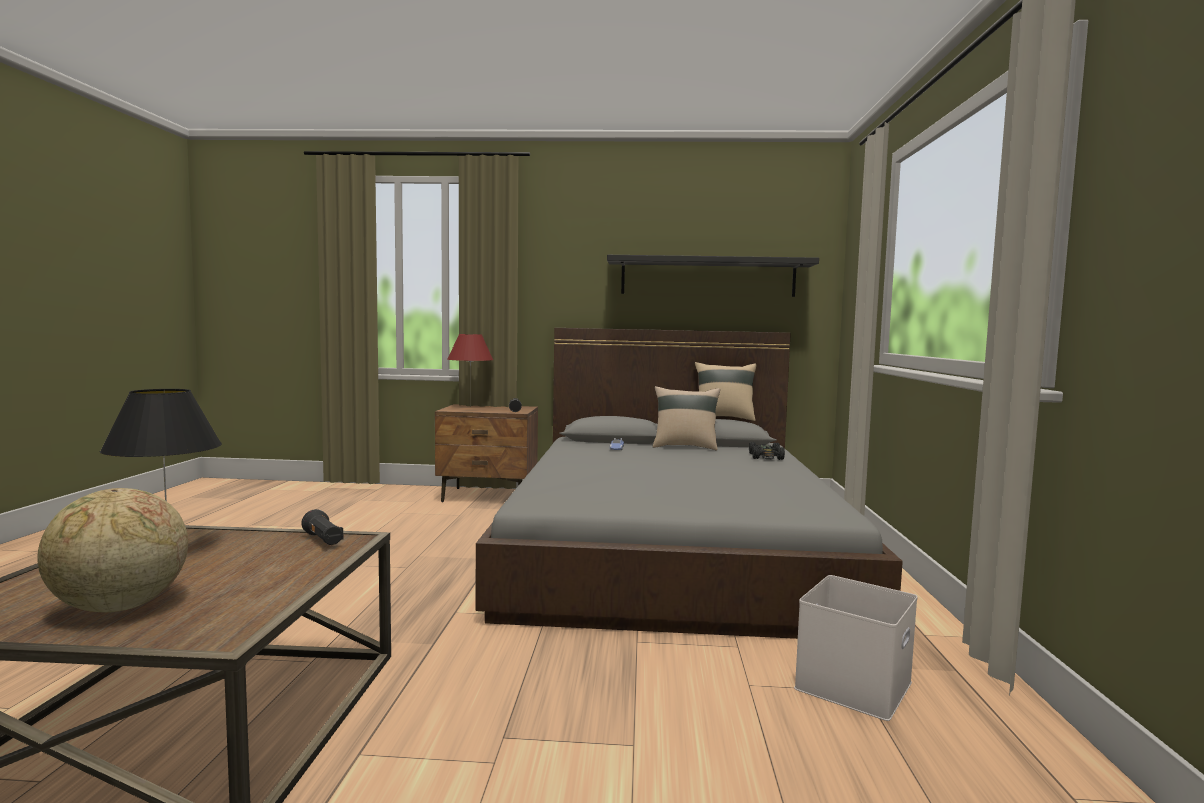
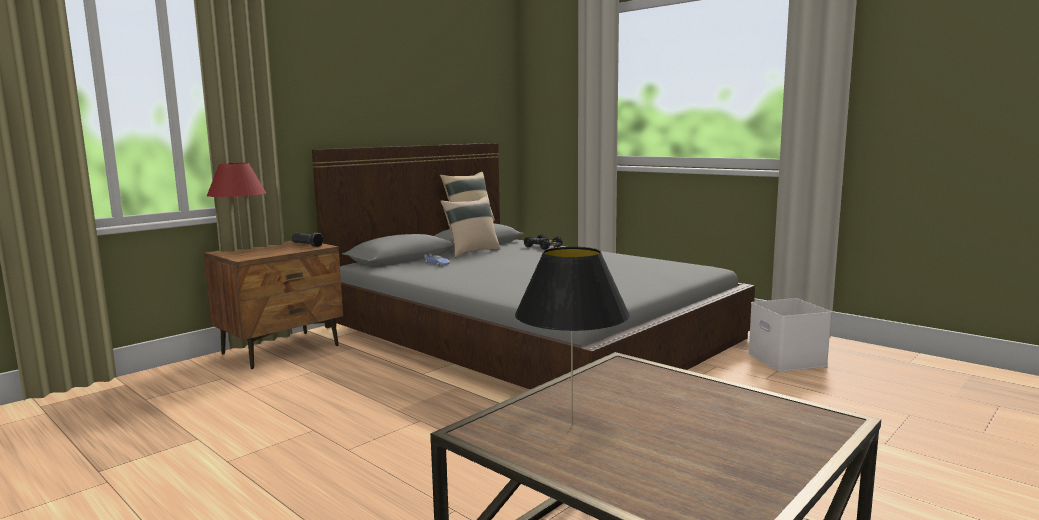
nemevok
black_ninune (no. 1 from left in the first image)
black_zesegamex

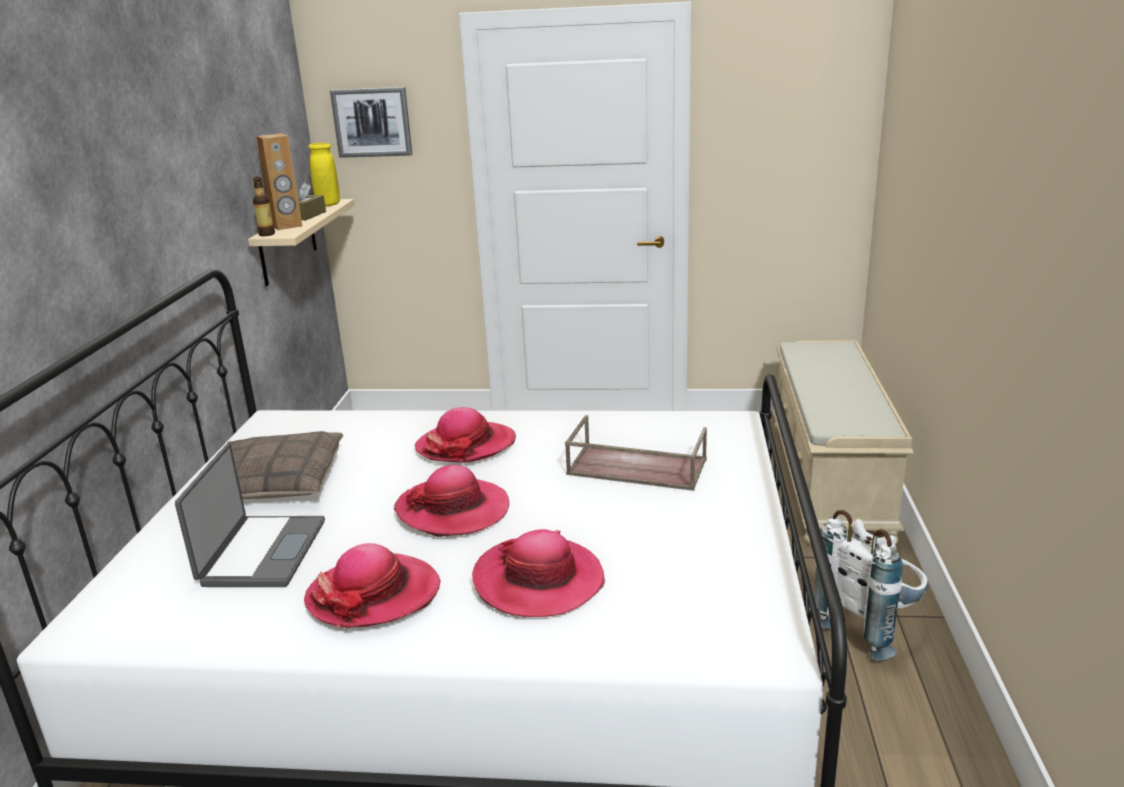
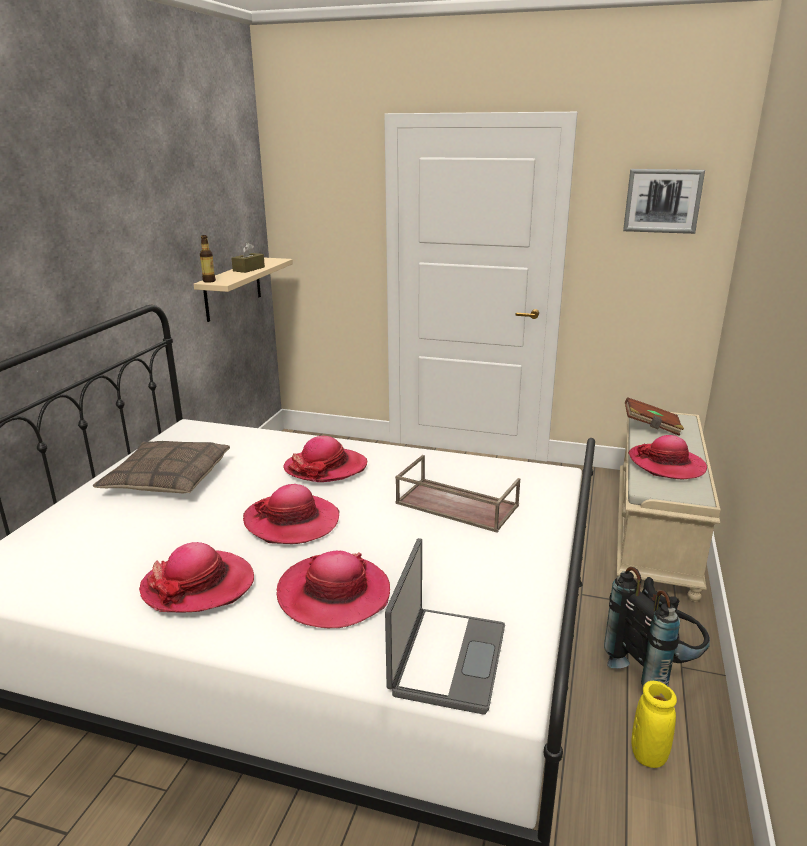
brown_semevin
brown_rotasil
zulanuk (no. 5 from left)
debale
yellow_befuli
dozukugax
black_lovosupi

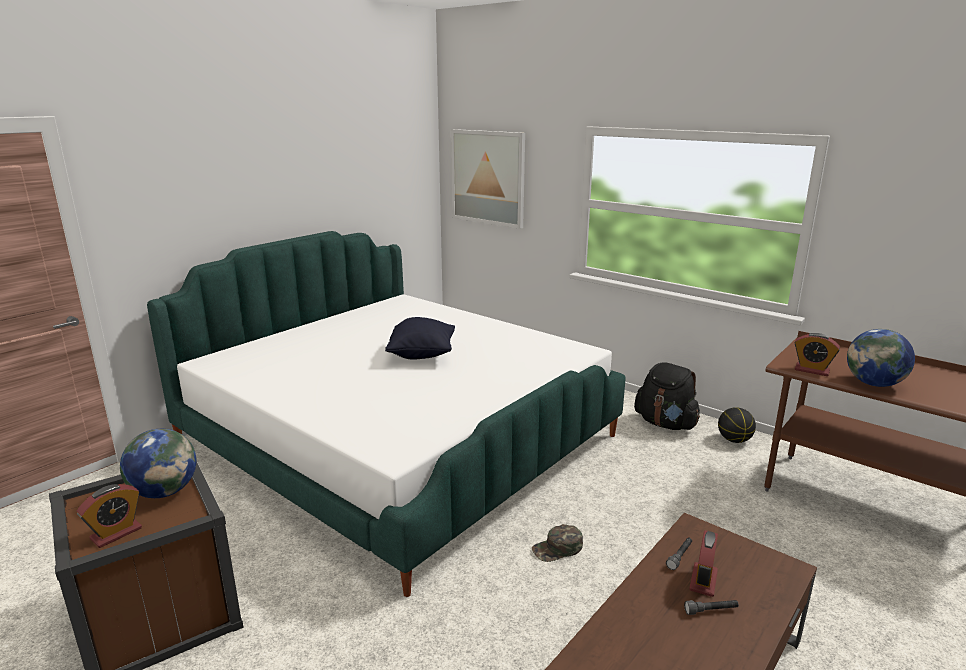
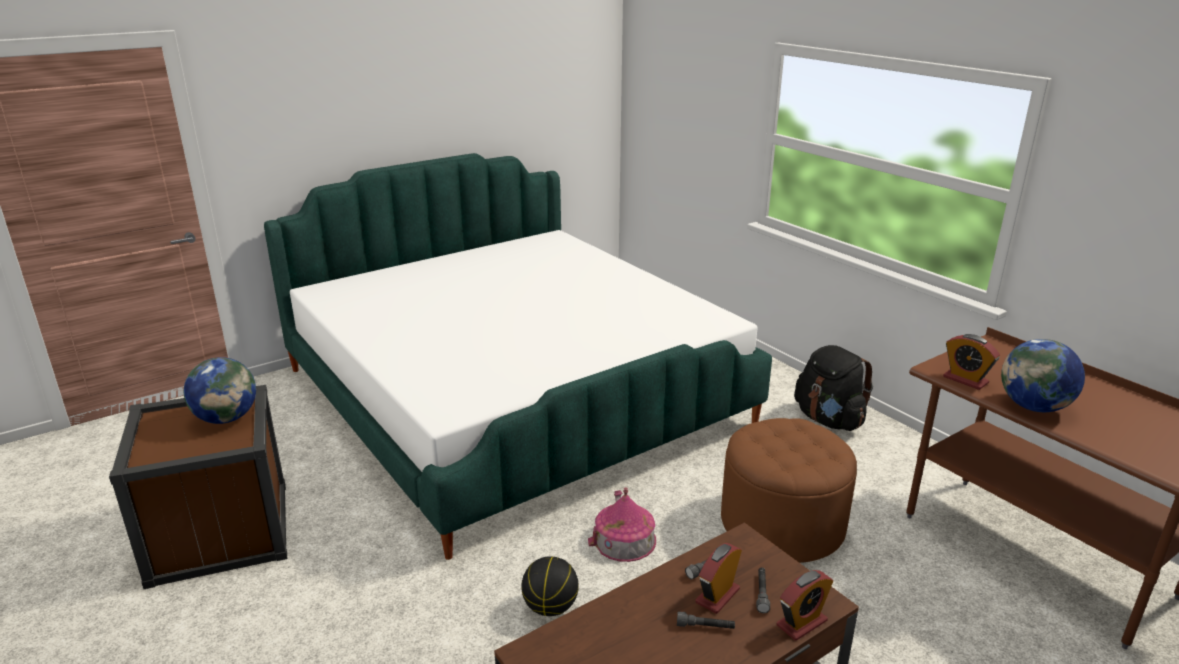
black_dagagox
dozukugax
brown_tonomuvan
grey_ninune (no. 3 from left)
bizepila (no. 2 from left)
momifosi
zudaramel

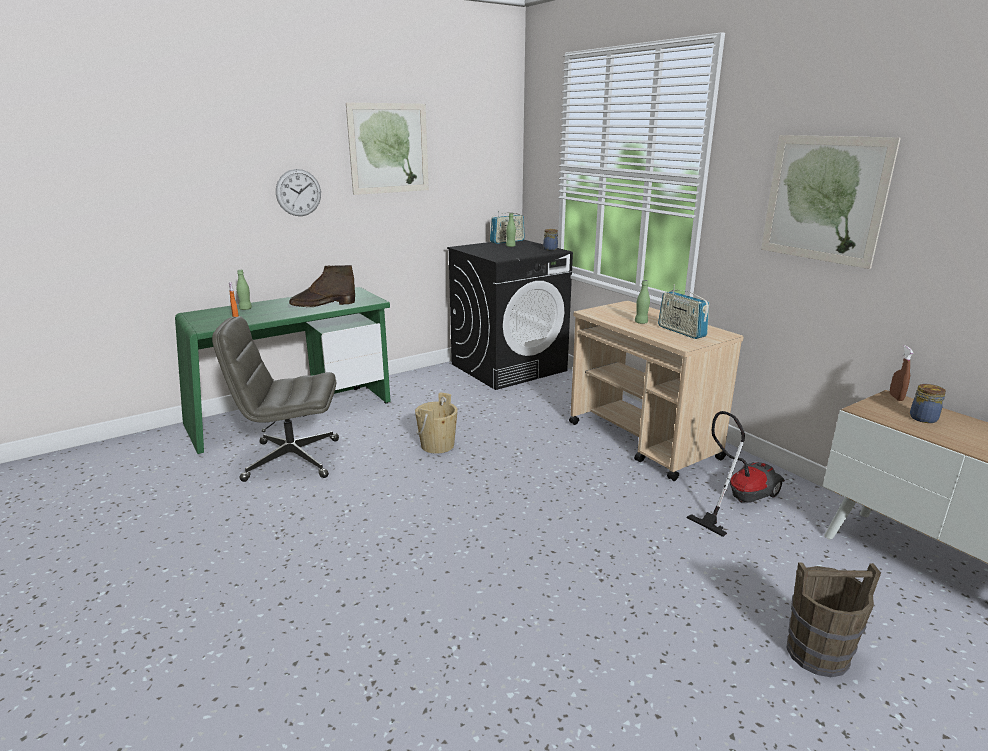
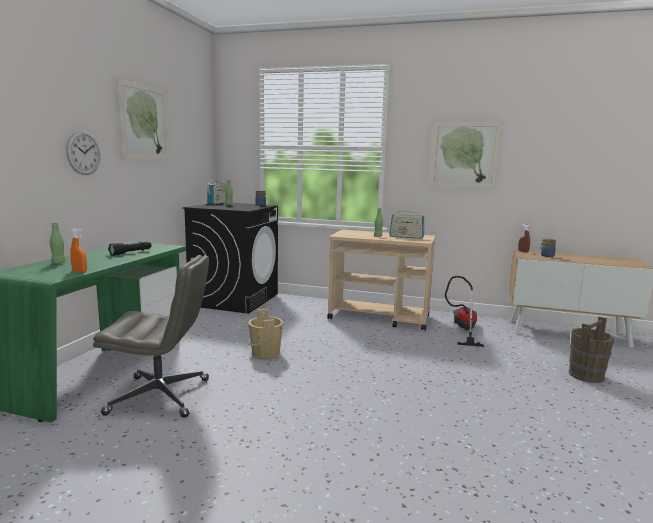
black_ninune
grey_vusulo

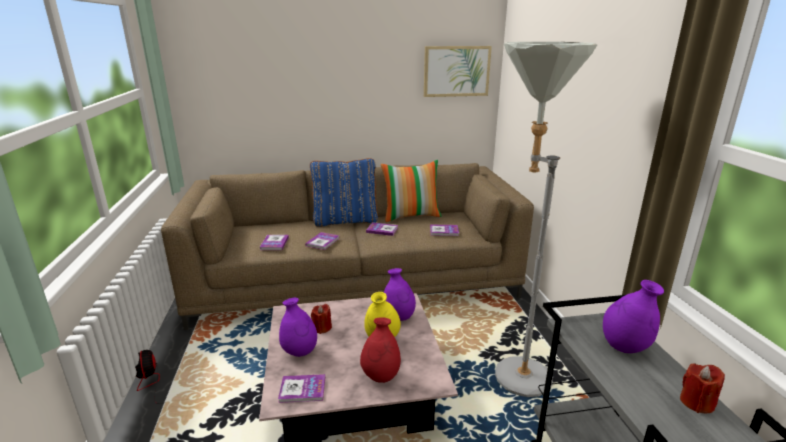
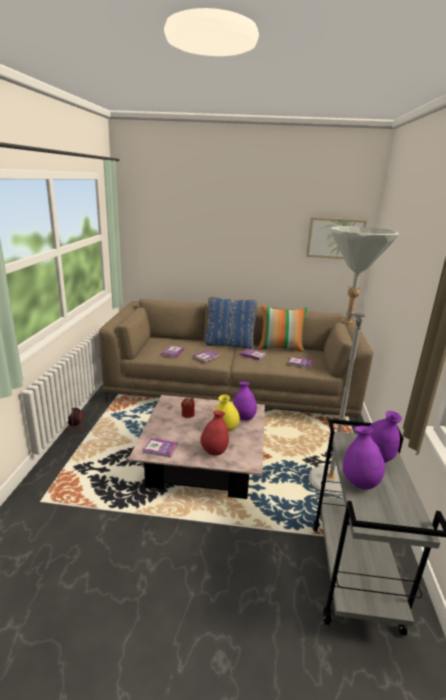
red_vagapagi (no. 2 from left in the first image)
purple_befuli (no. 2 from left)

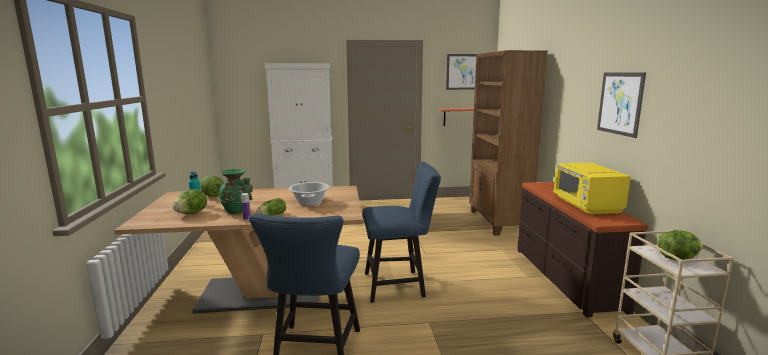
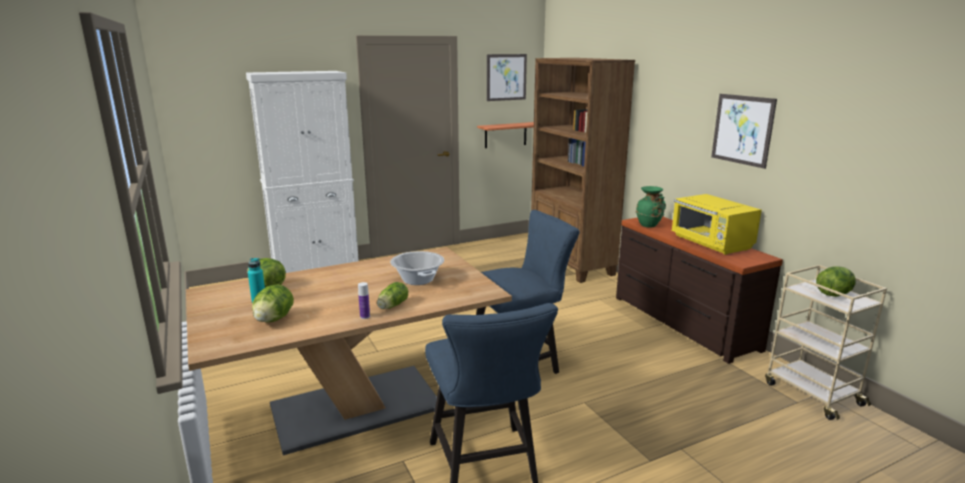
green_befuli

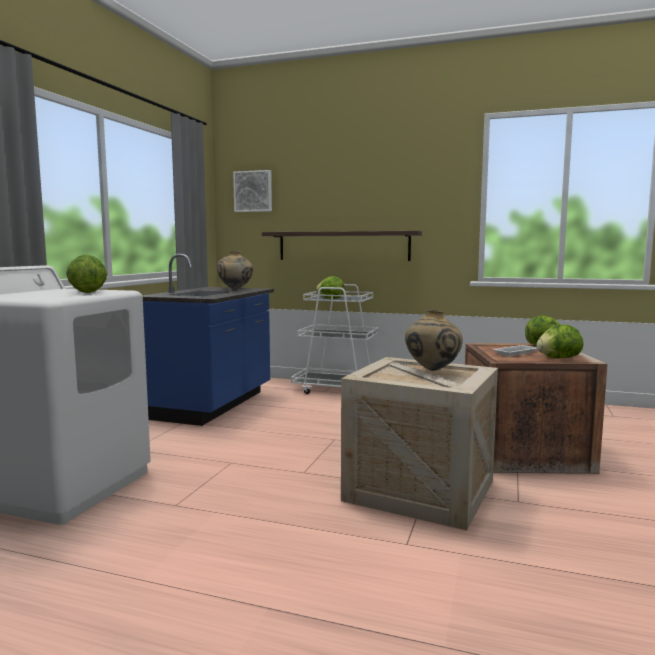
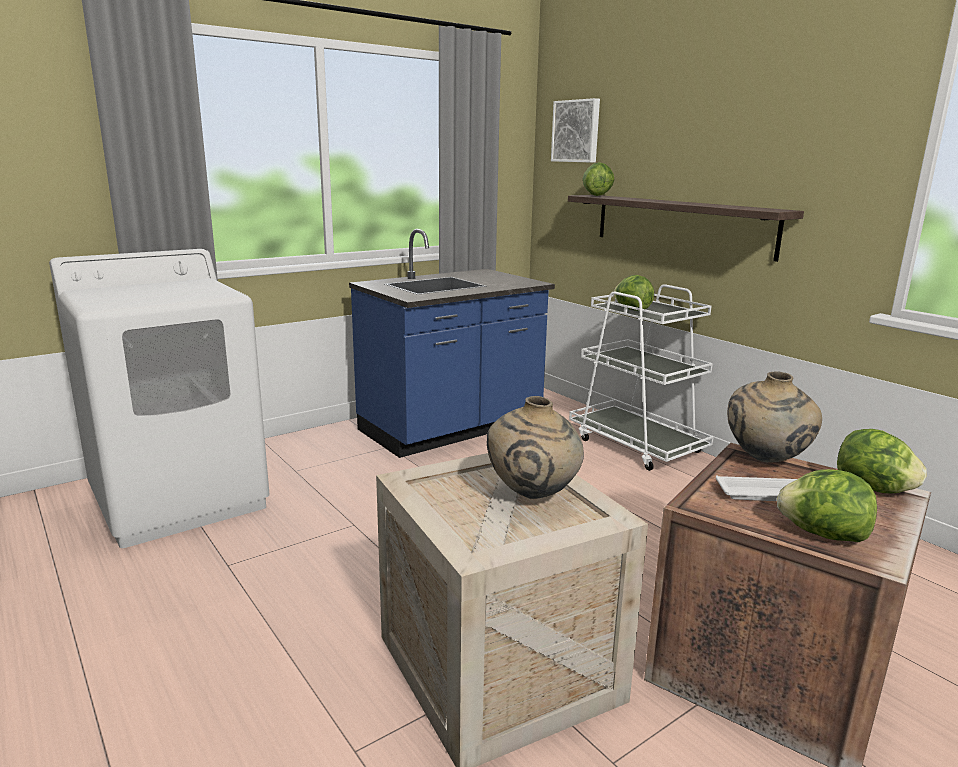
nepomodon (no. 1 from left)
beige_befuli (no. 2 from left)

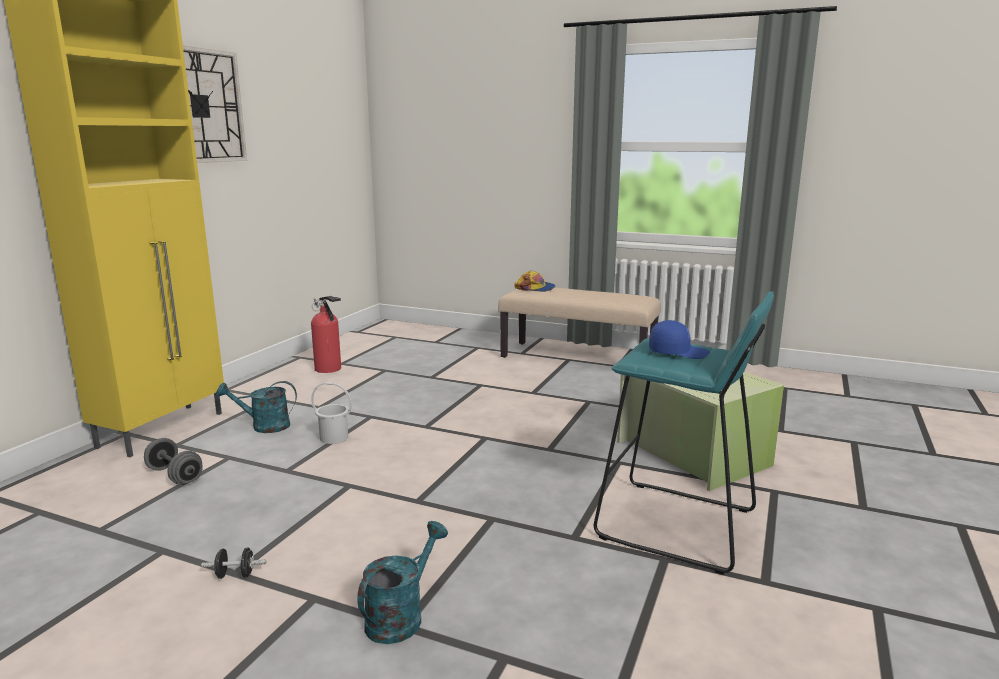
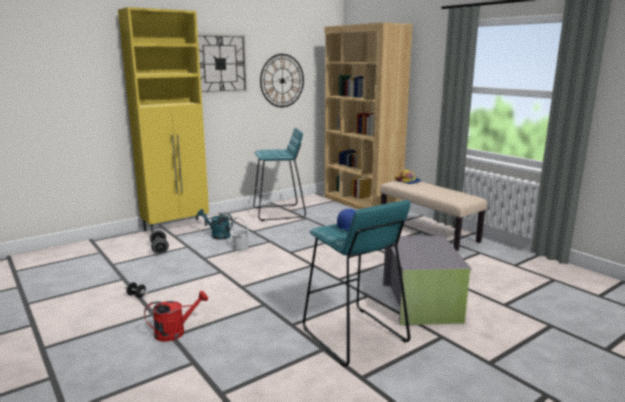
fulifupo (no. 2 from left)
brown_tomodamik
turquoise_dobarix (no. 1 from left)
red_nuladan
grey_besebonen

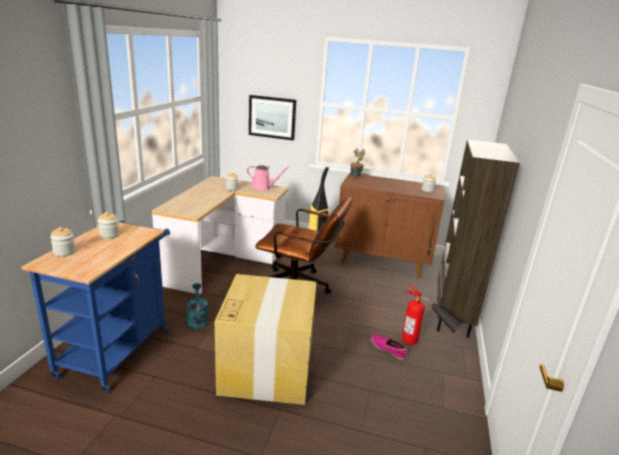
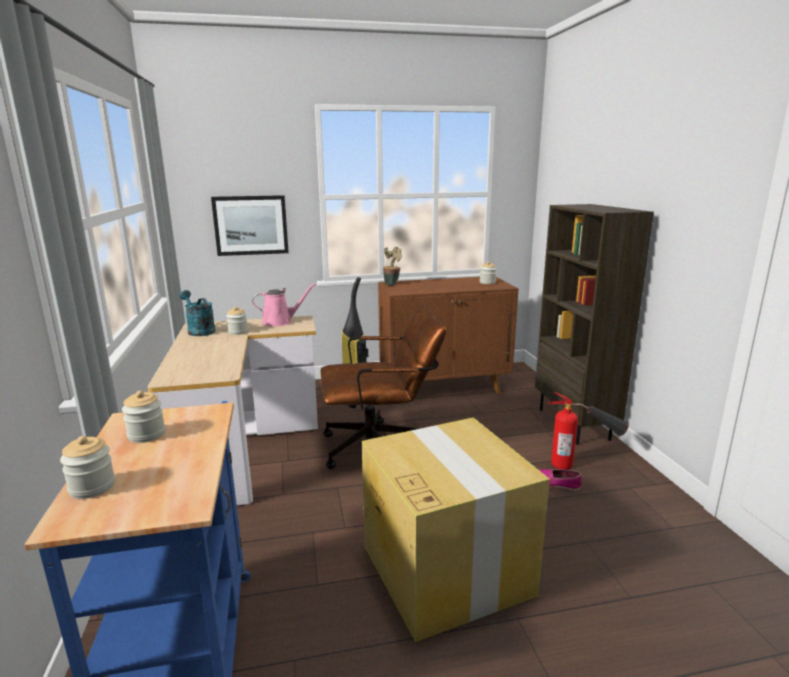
turquoise_nuladan

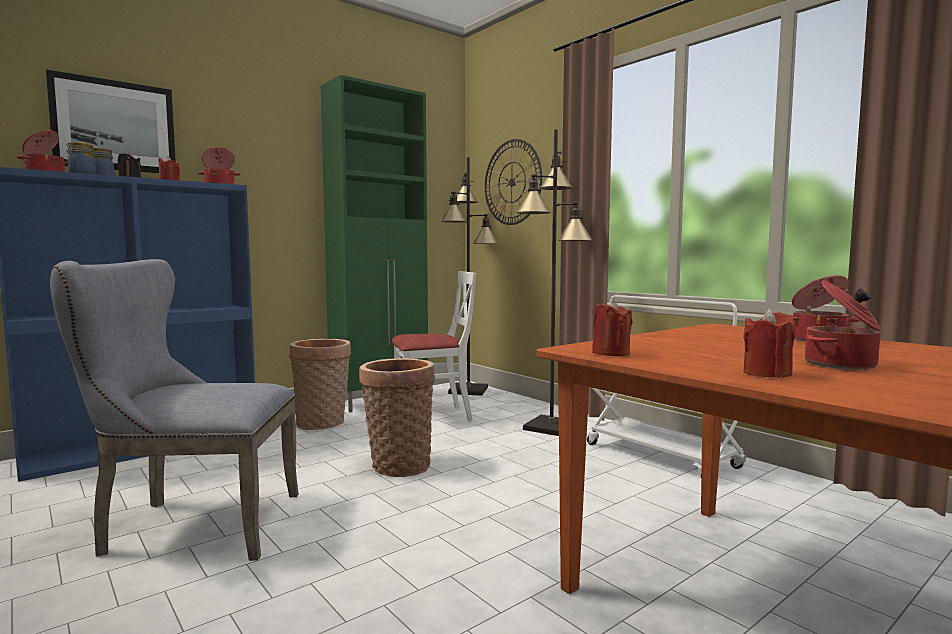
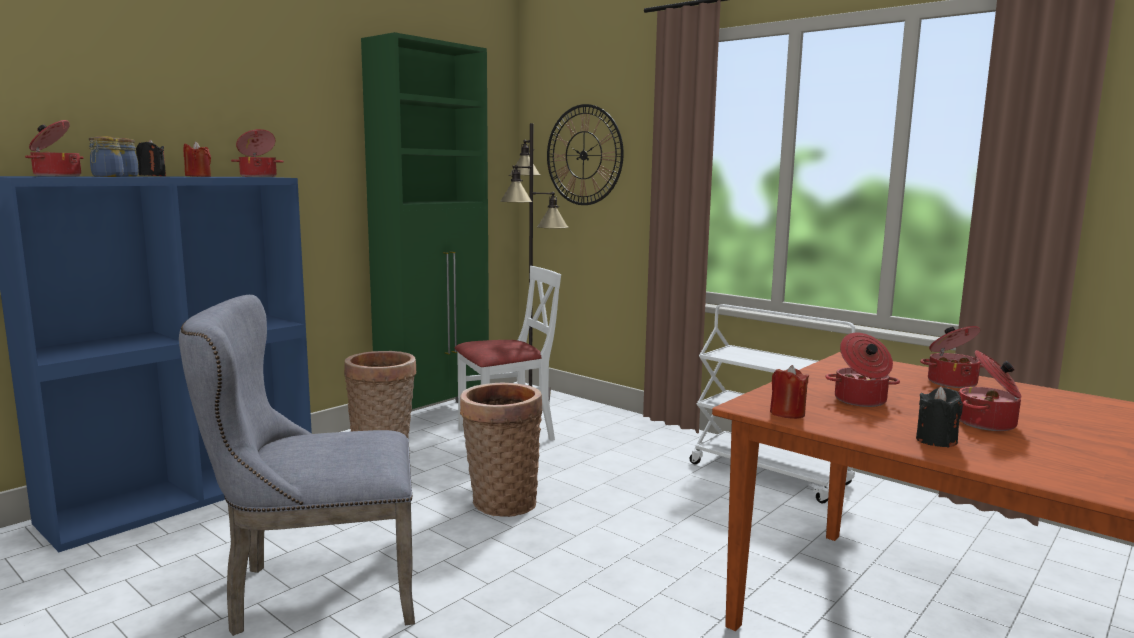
dozukugax
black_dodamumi (no. 2 from left in the first image)
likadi (no. 3 from left)
black_vagapagi (no. 2 from left)

